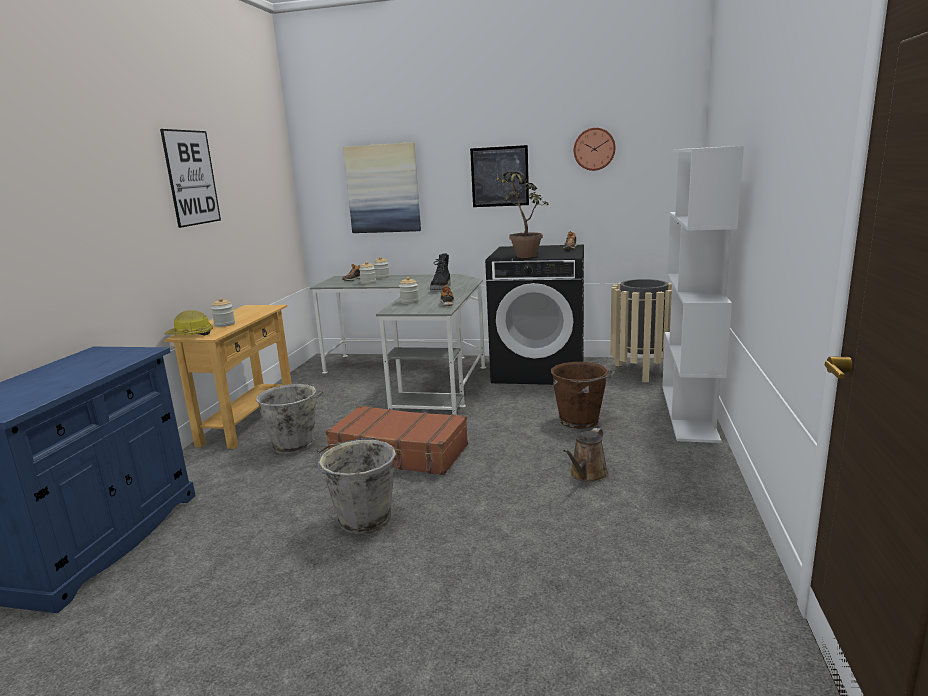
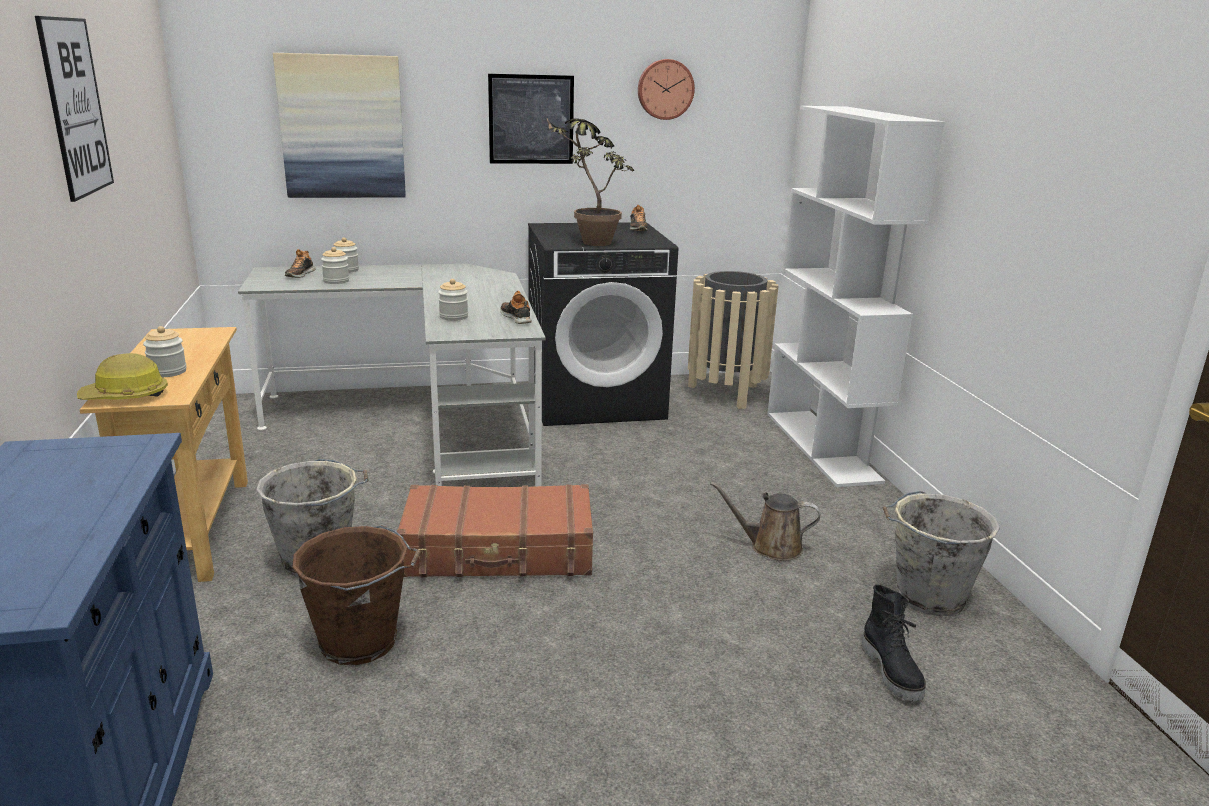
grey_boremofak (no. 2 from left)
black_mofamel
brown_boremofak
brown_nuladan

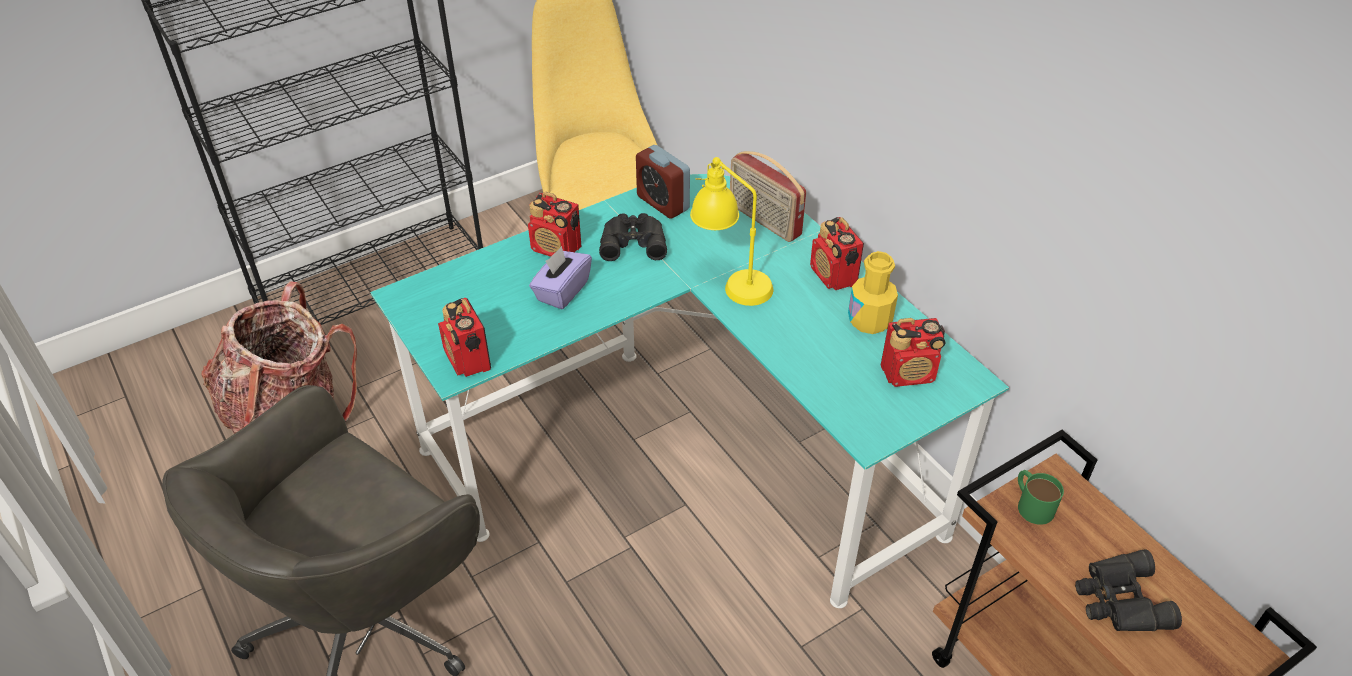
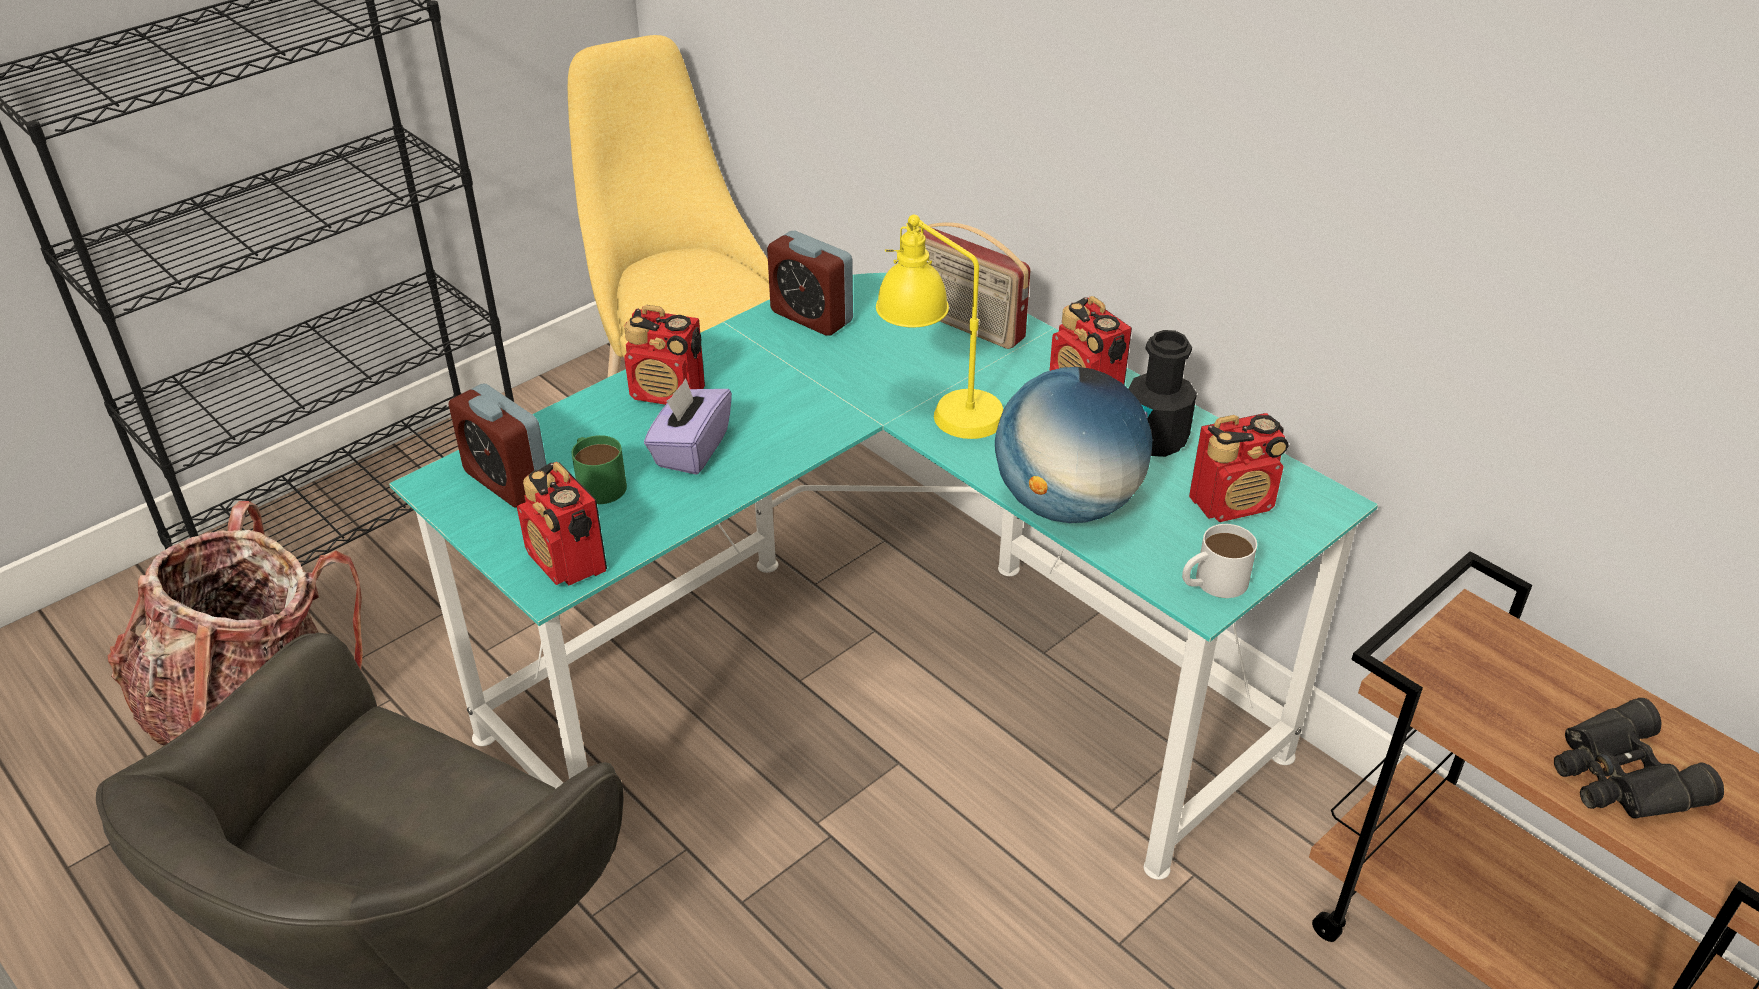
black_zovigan (no. 1 from left in the first image)
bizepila (no. 1 from left)
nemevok
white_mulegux
green_mulegux
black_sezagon

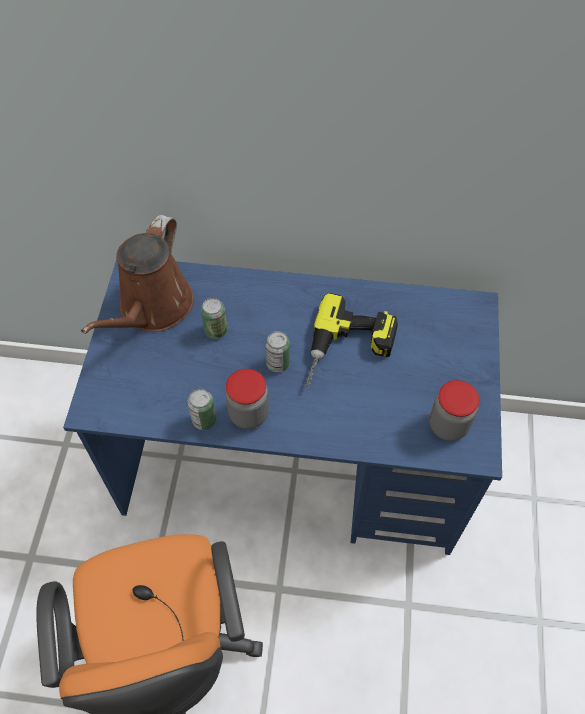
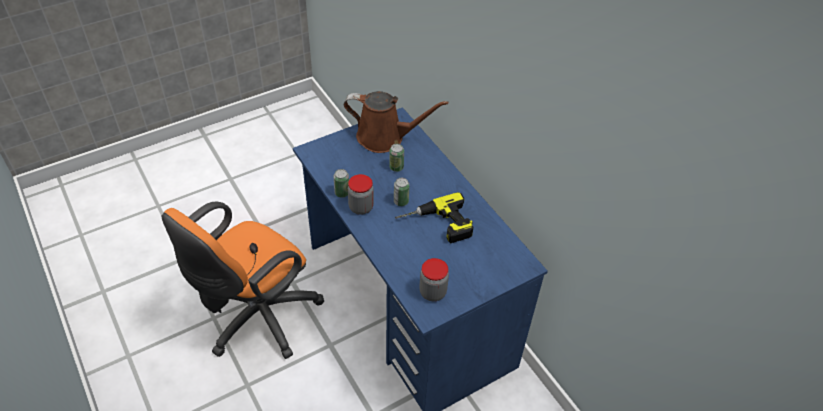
brown_nuladan

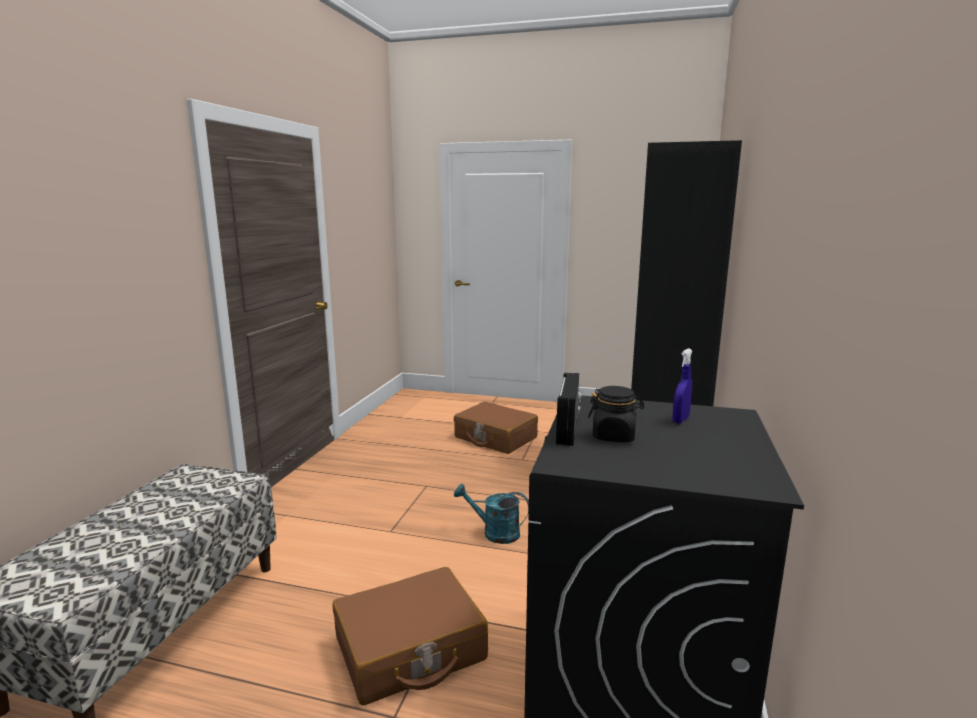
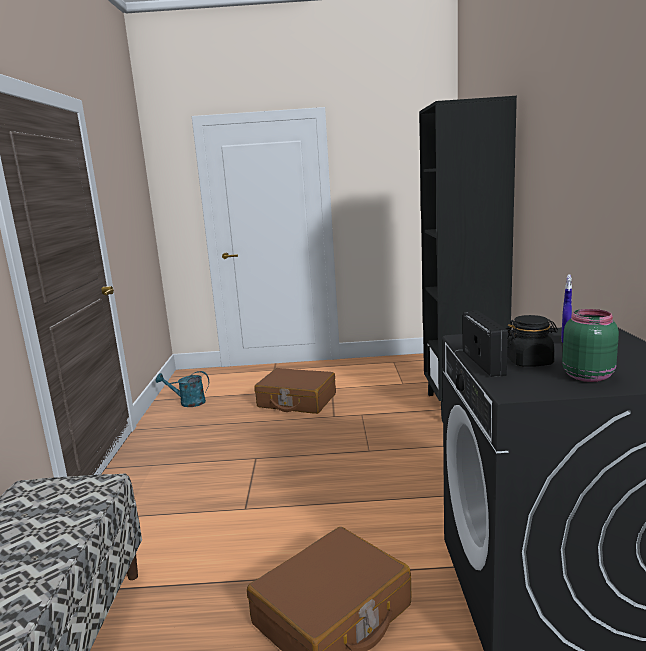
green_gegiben
turquoise_nuladan

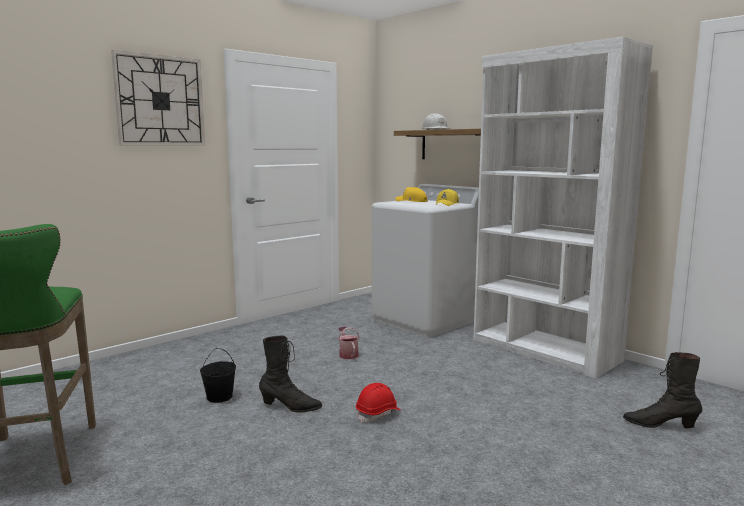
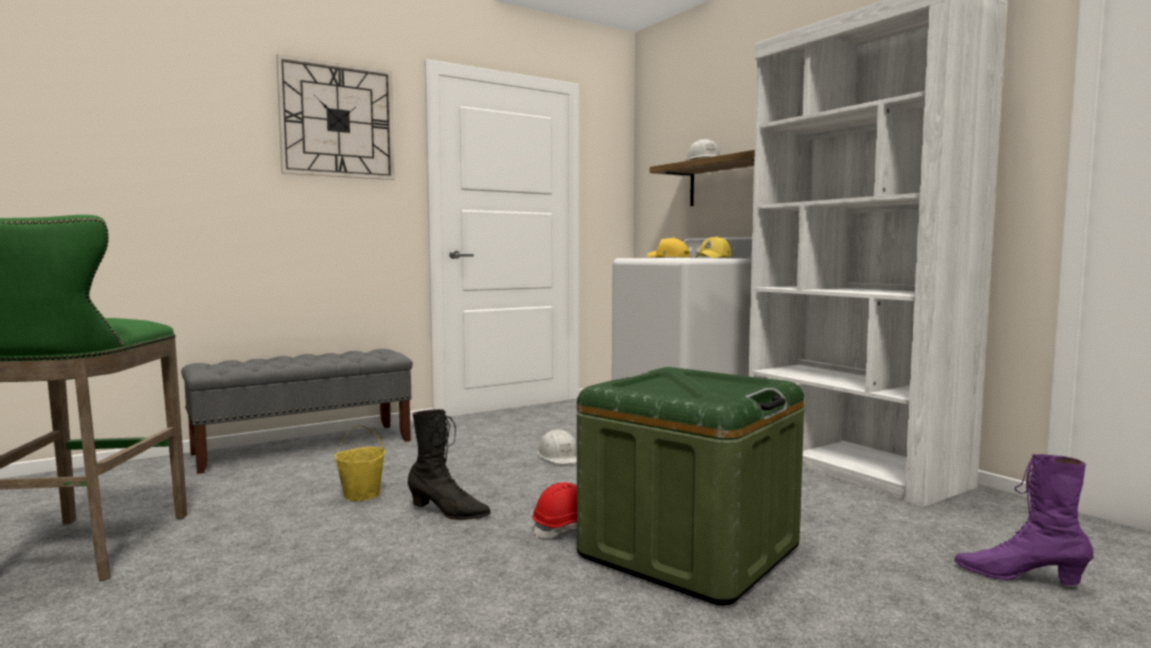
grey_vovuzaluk
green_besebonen
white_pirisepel (no. 1 from left)
yellow_boremofak
purple_mofamel

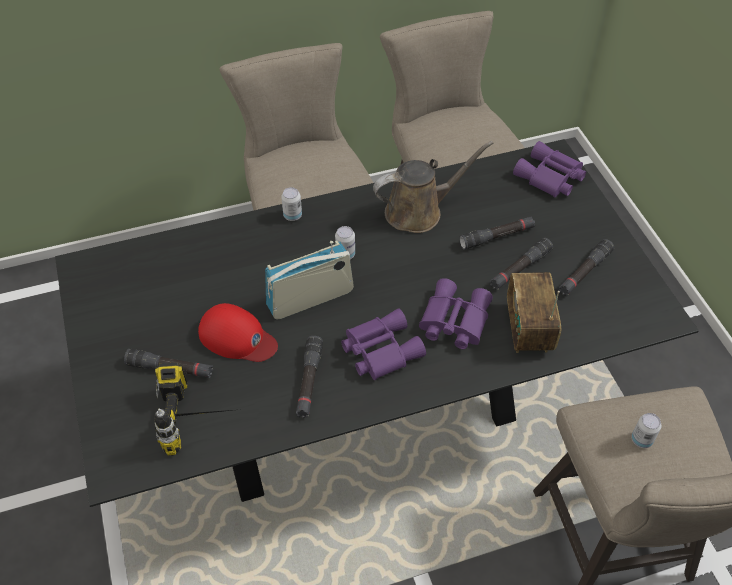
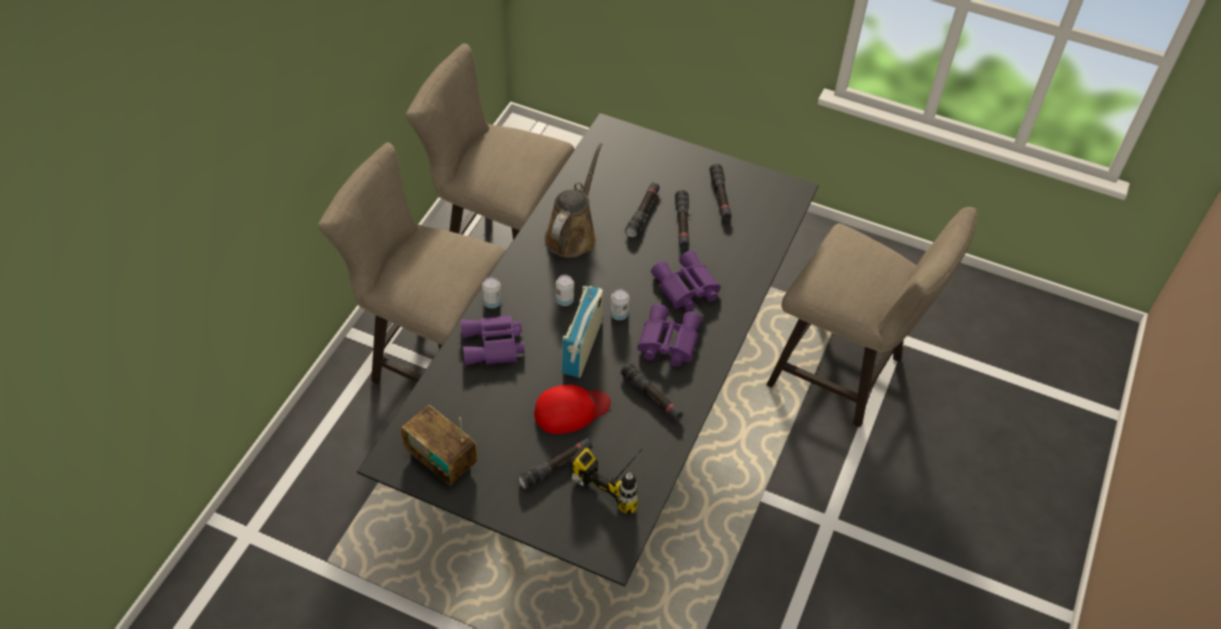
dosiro (no. 1 from left)
purple_zovigan (no. 1 from left)
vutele (no. 3 from left)

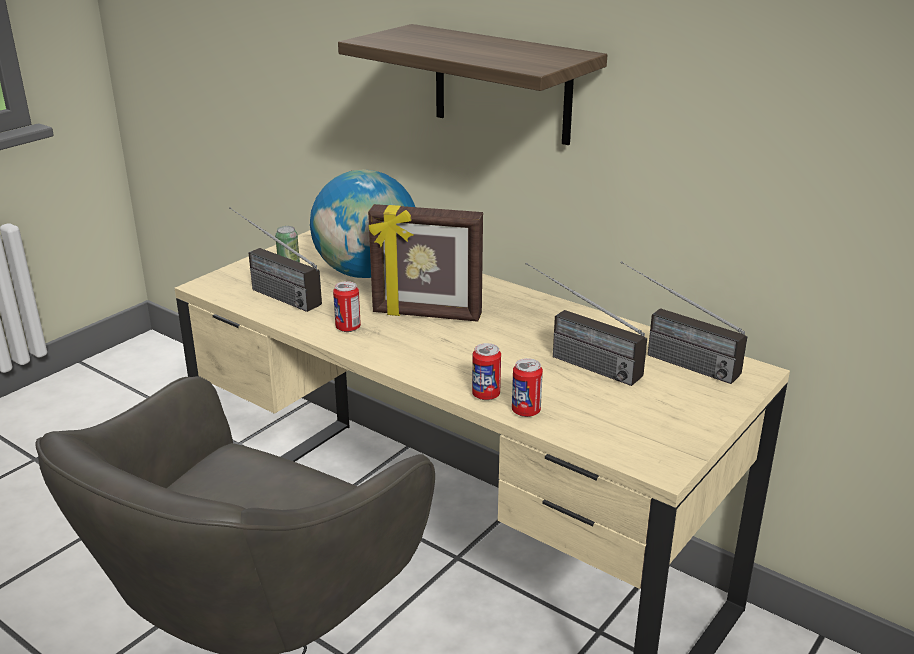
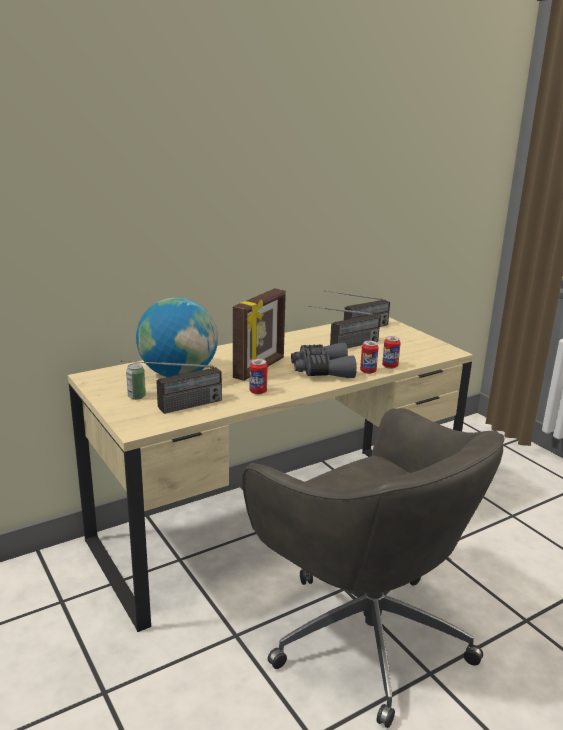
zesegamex
grey_zovigan

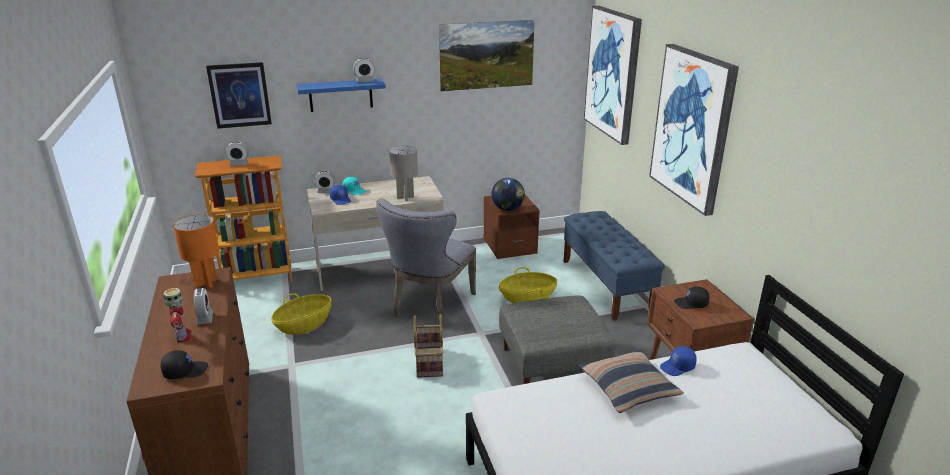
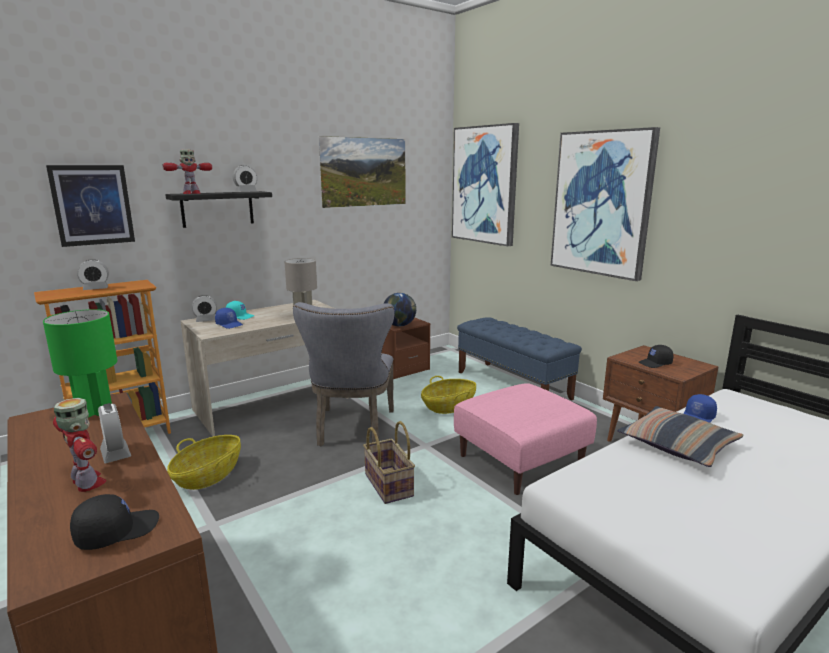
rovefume (no. 2 from left)
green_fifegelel
black_zesegamex
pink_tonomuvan

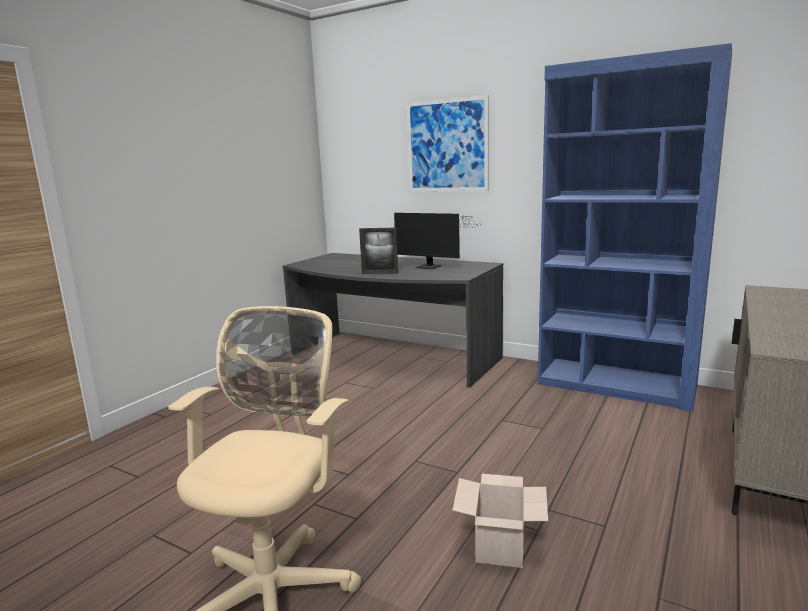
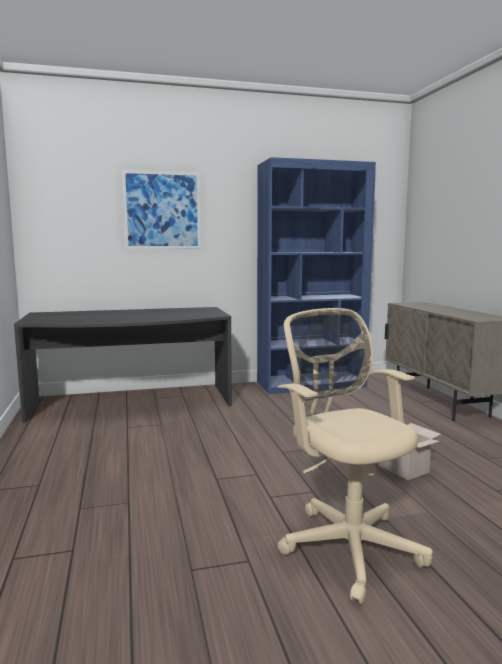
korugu
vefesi

